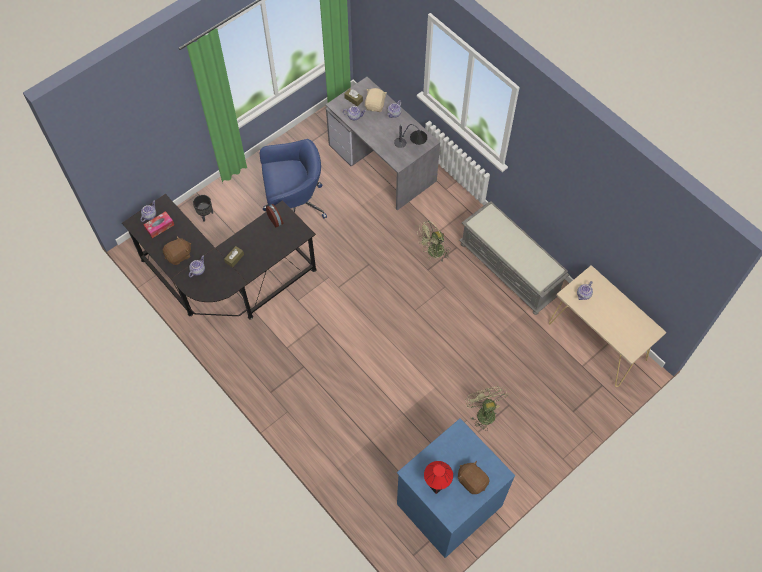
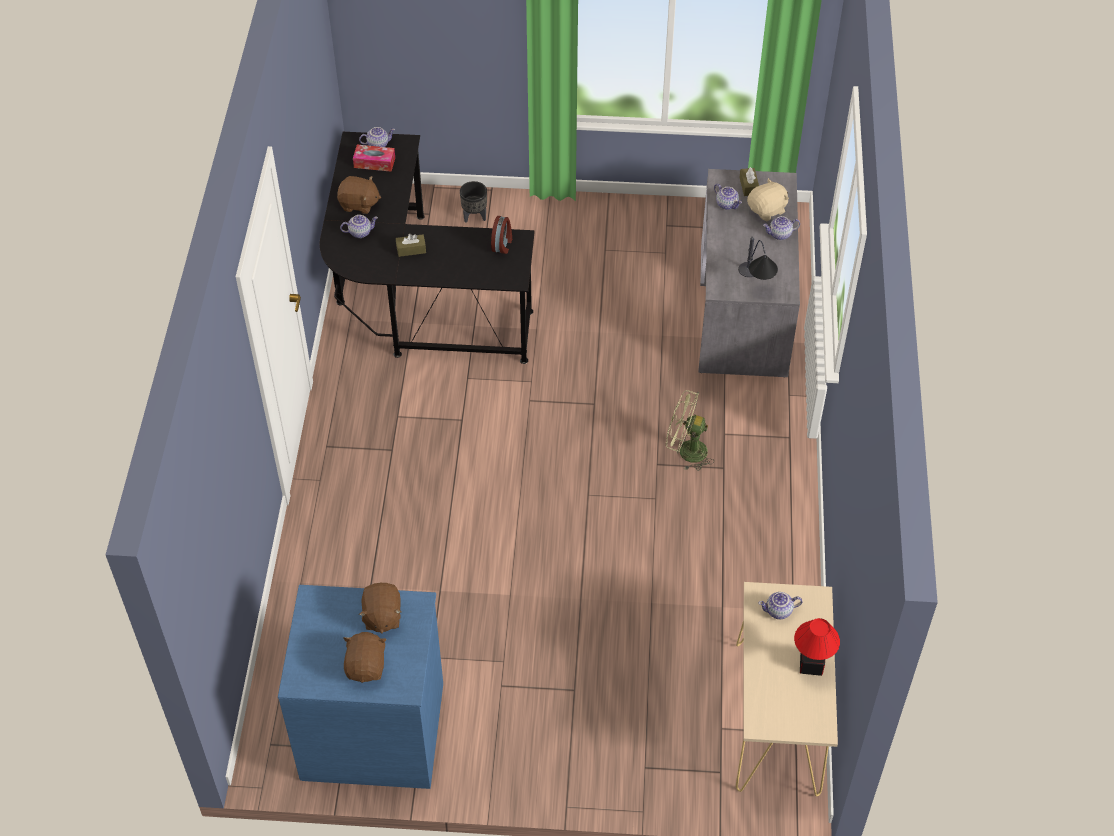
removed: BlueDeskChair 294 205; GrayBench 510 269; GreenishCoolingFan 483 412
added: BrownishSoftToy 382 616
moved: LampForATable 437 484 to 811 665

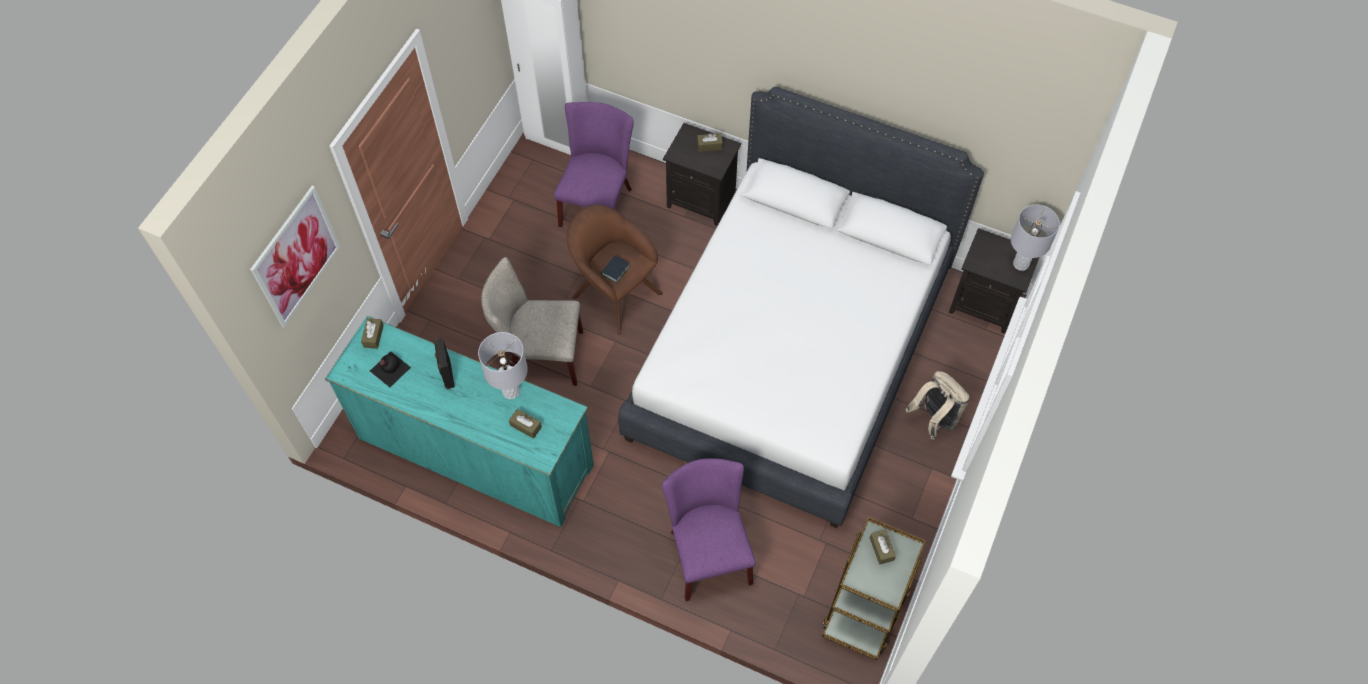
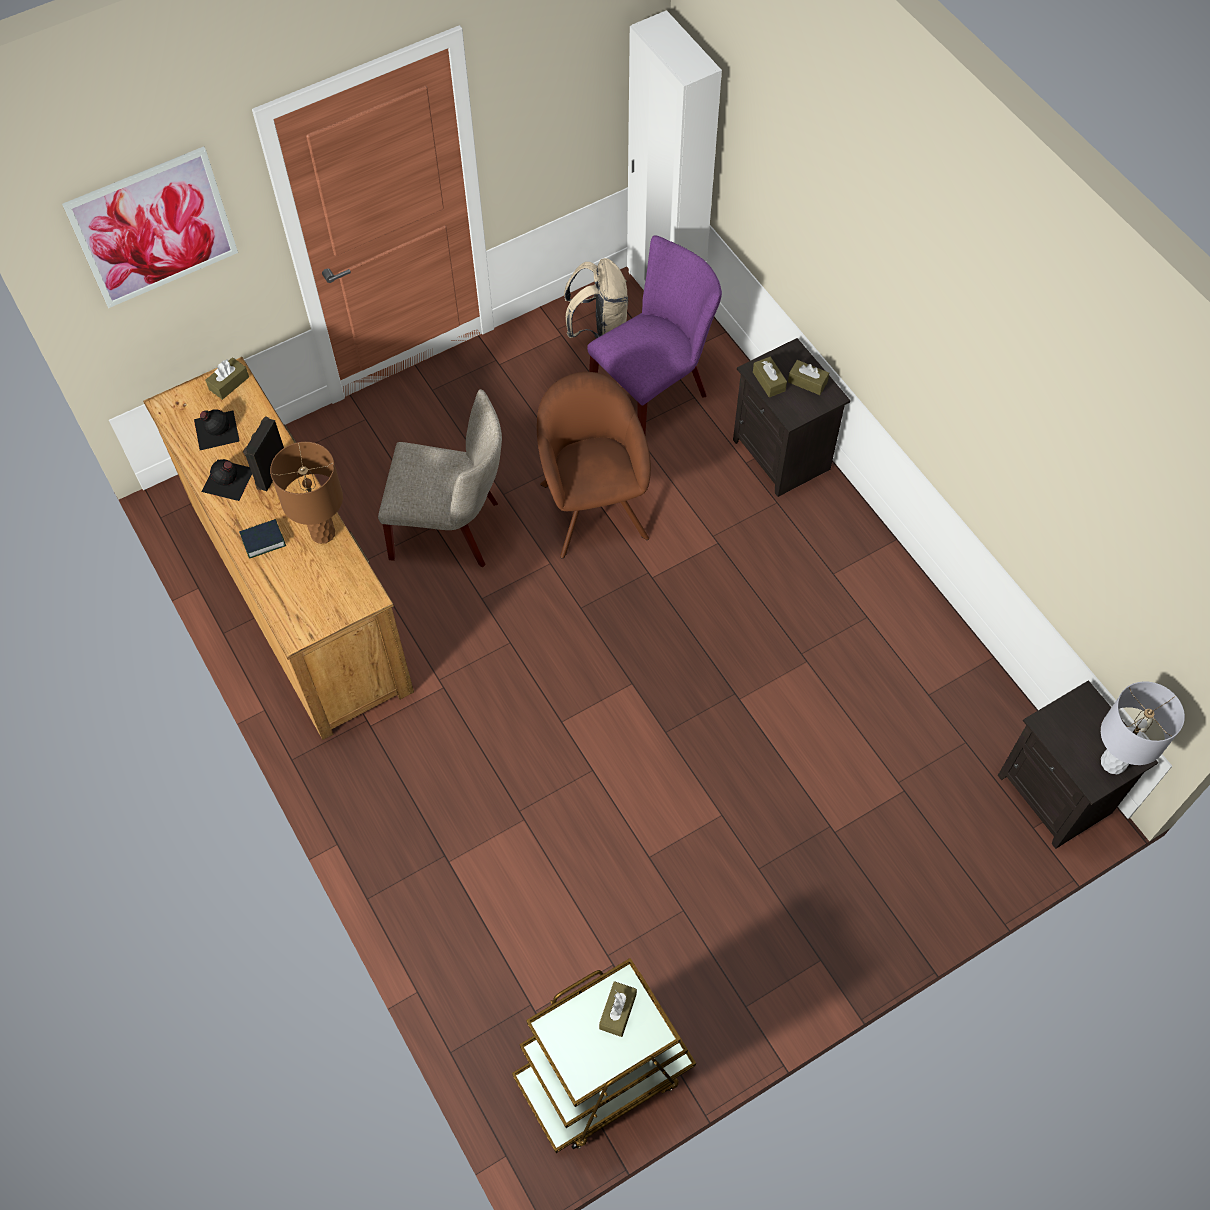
removed: WhitishBedroomBed 791 353; PurplishChair 707 551
added: BlackColouredBottle 228 480
moved: BrownishTissueHolder 526 426 to 769 381; BoundBook 615 270 to 263 541; BeigeColouredRucksack 934 419 to 599 331
recoloured: TurquoiseDresser 475 451 to BrownishDresser 299 595; GrayLampForATable 511 391 to BrownishLampForATable 323 533
turned: BeigeColouredChair 539 355 = 452 529 150 degrees clockwise

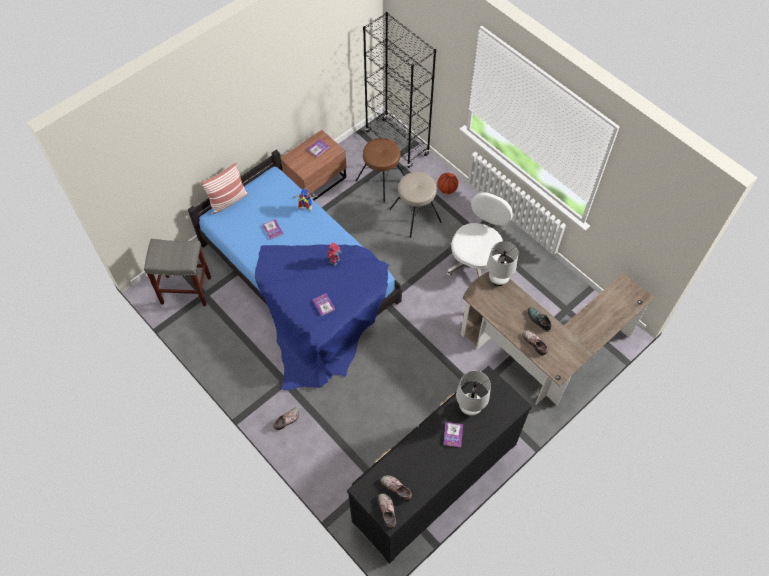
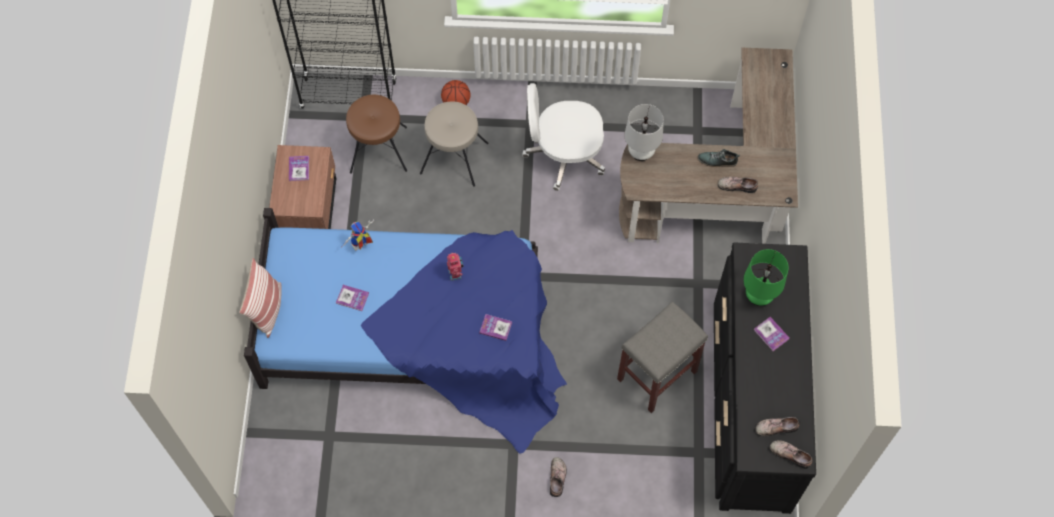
moved: GraySittingStool 185 290 to 656 376
recoloured: WhitishLampForATable 470 407 to GreenishLampForATable 758 296
turned: WhitishDeskChair 475 260 = 564 154 75 degrees counterclockwise

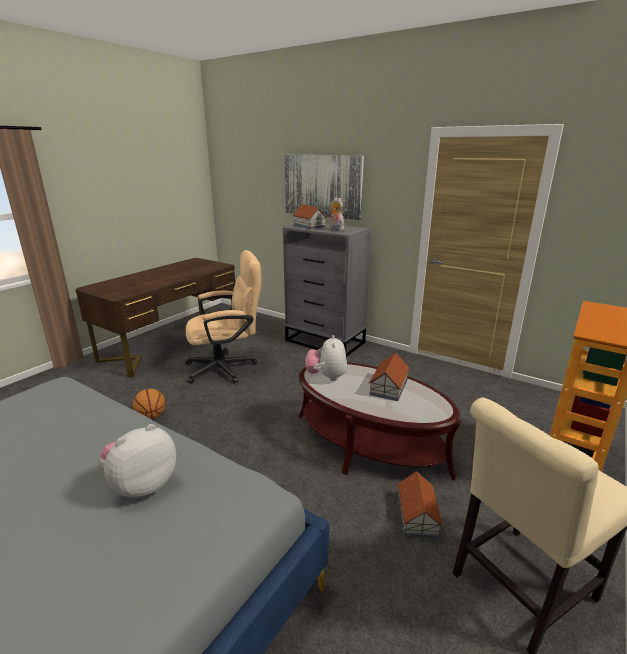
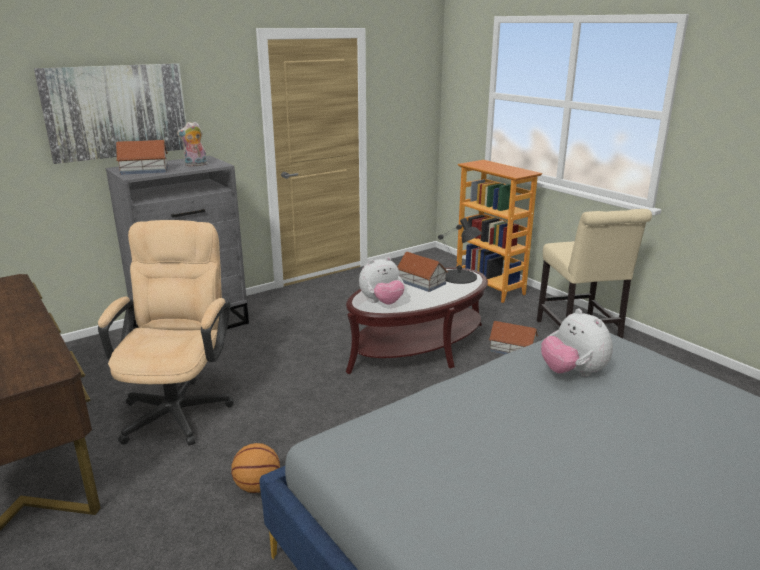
added: BlackColouredLampForATable 459 277
turned: SoftToy 326 377 = 382 302 45 degrees counterclockwise

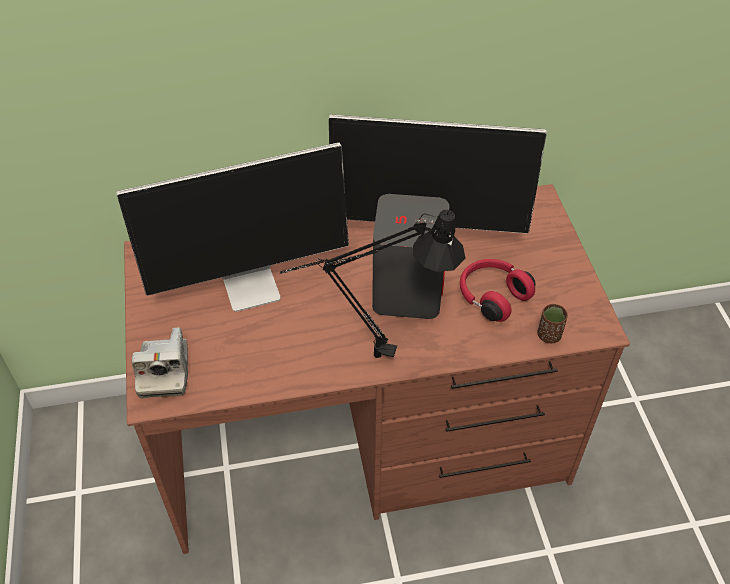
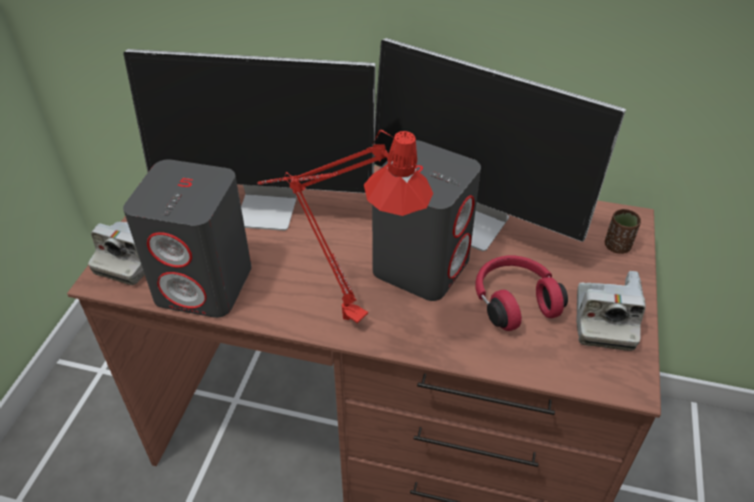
added: GrayAudioSpeaker 205 284; PhotoCamera 604 320
moved: BrownishDrinkingCup 549 335 to 617 246
recoloured: BlackColouredLampForATable 366 355 to RedLampForATable 337 313

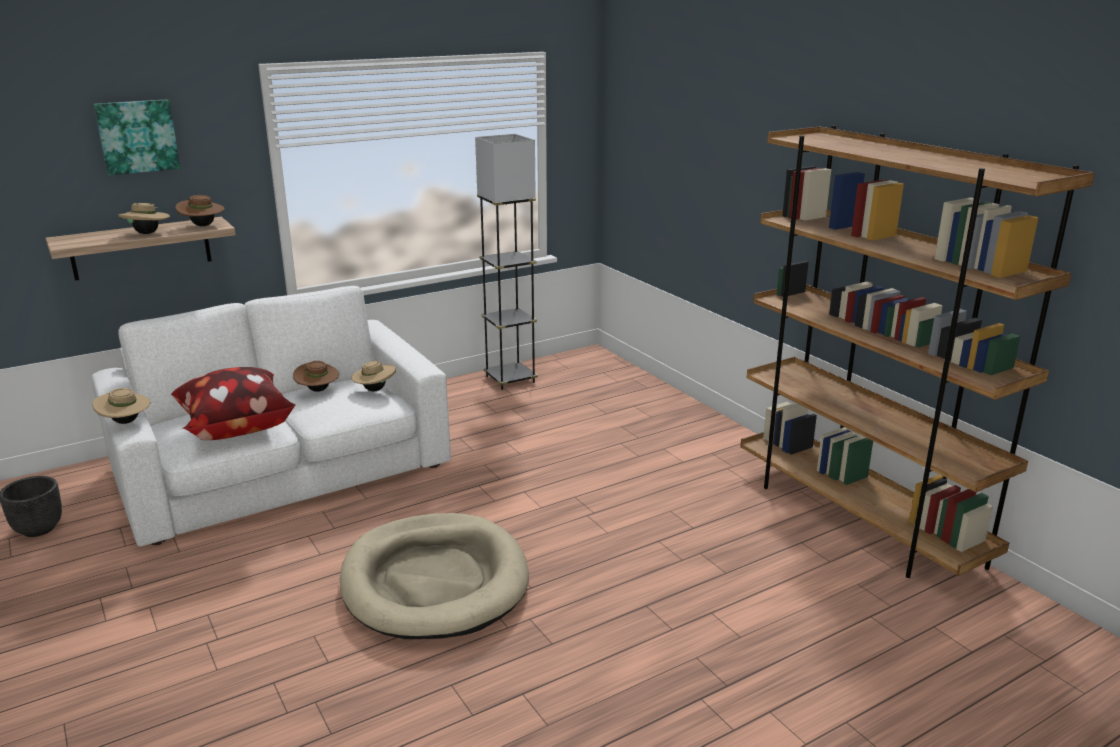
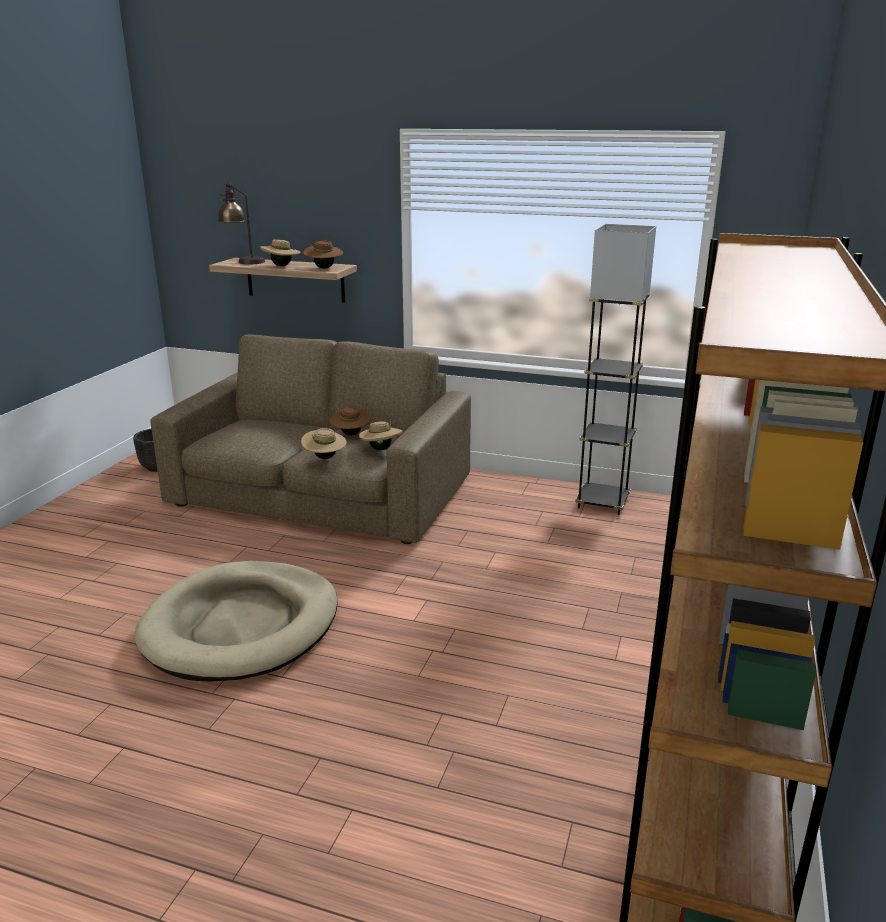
removed: Picture 137 136; Cushion 235 427
added: LampForATable 243 261
moved: BeigeColouredHat 125 422 to 324 458
recoloured: WhitishCouch 282 468 to BrownishCouch 321 493

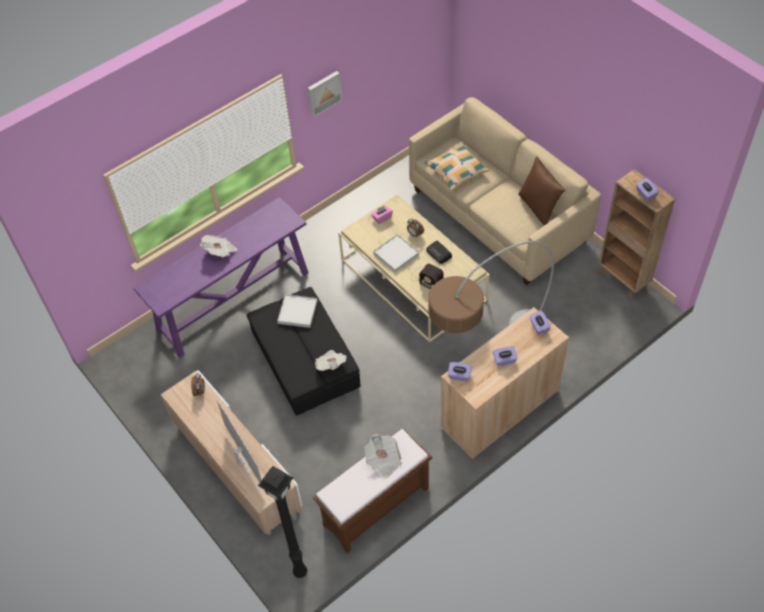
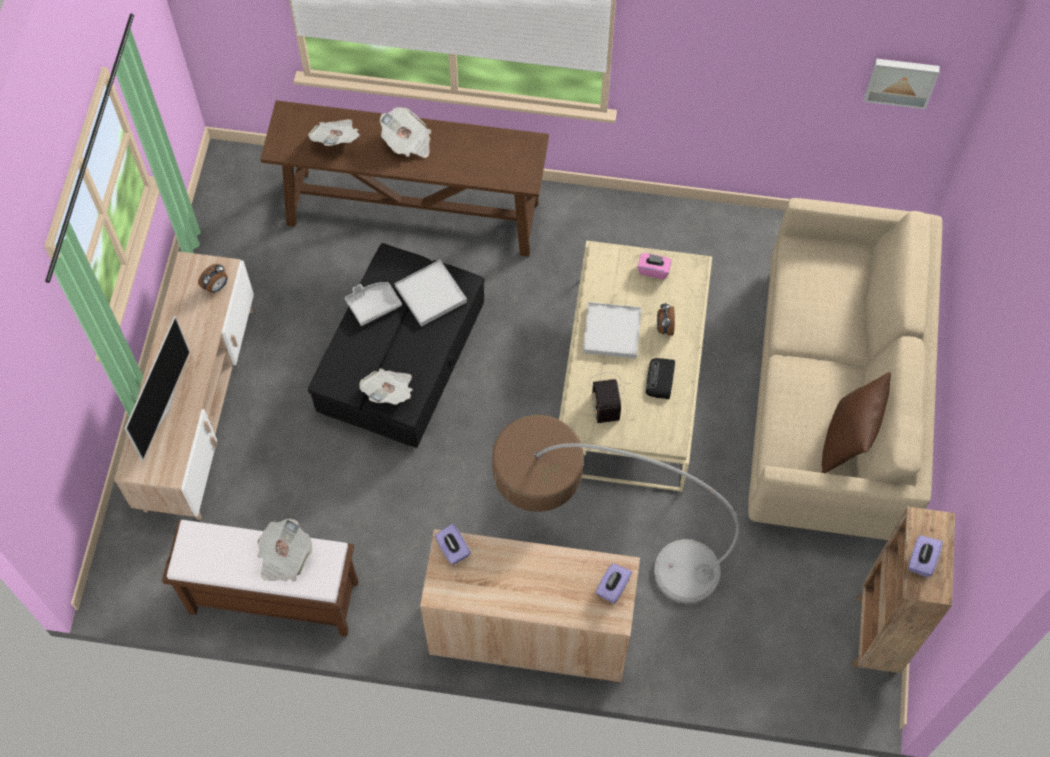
removed: BlackColouredStandardLamp 299 572; Cushion 456 171; PurplishTissueHolder 504 360
added: Newspaper 337 140; GrayCarryingTray 373 305
moved: Picture 323 93 to 901 81
recoloured: PurplishConsoleTable 234 301 to BrownishConsoleTable 414 213

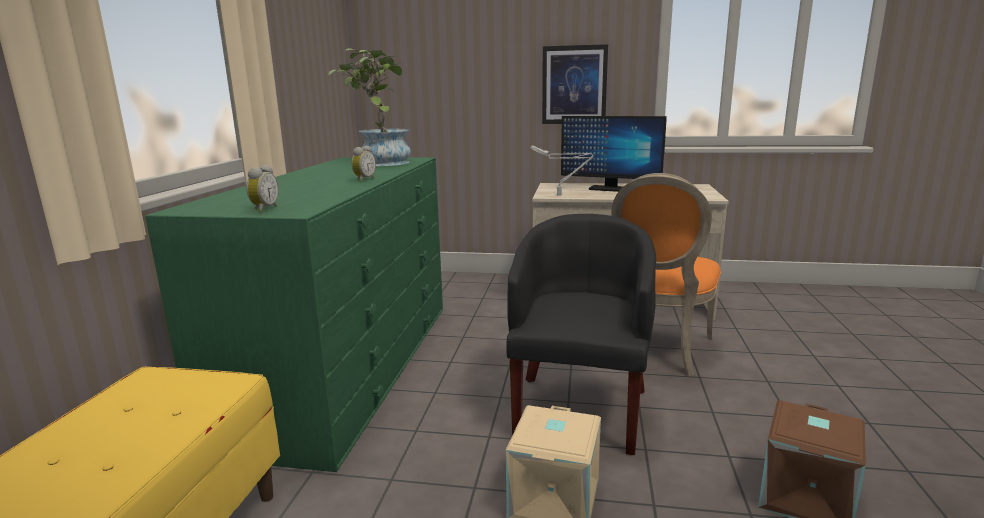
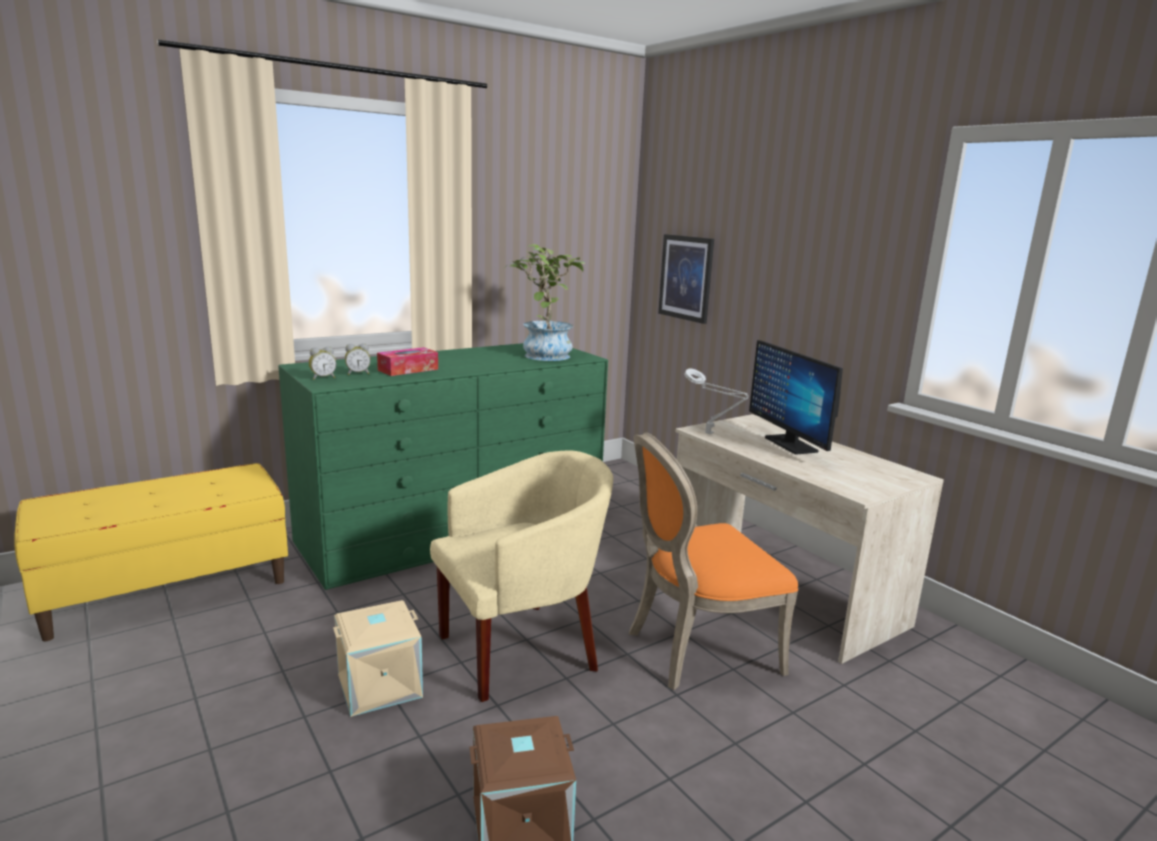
added: TissueHolder 408 370
moved: BedsideClock 363 179 to 358 374; Picture 574 85 to 686 278
recoloured: BlackColouredEasyChair 579 408 to BeigeColouredEasyChair 522 649

